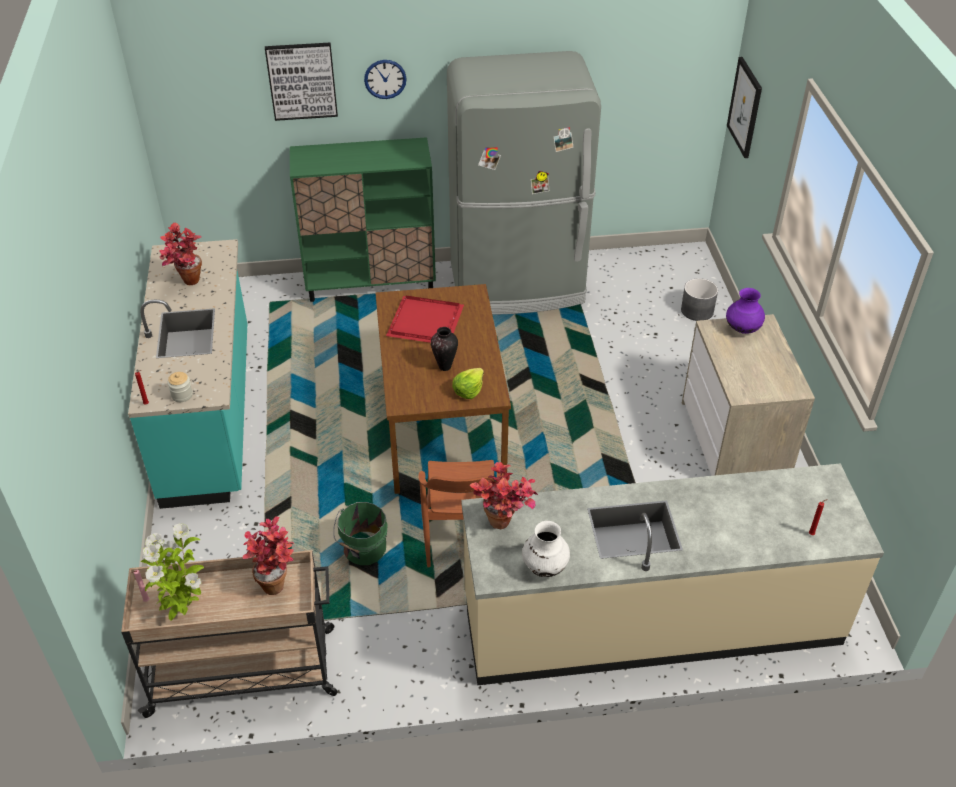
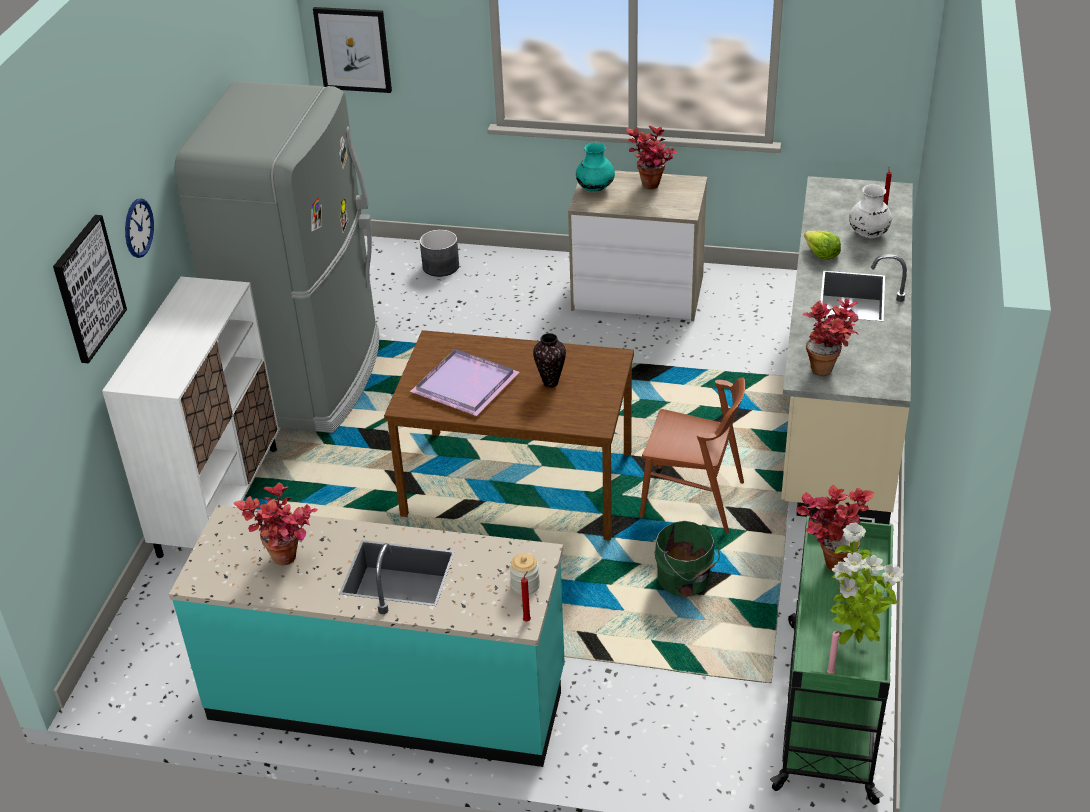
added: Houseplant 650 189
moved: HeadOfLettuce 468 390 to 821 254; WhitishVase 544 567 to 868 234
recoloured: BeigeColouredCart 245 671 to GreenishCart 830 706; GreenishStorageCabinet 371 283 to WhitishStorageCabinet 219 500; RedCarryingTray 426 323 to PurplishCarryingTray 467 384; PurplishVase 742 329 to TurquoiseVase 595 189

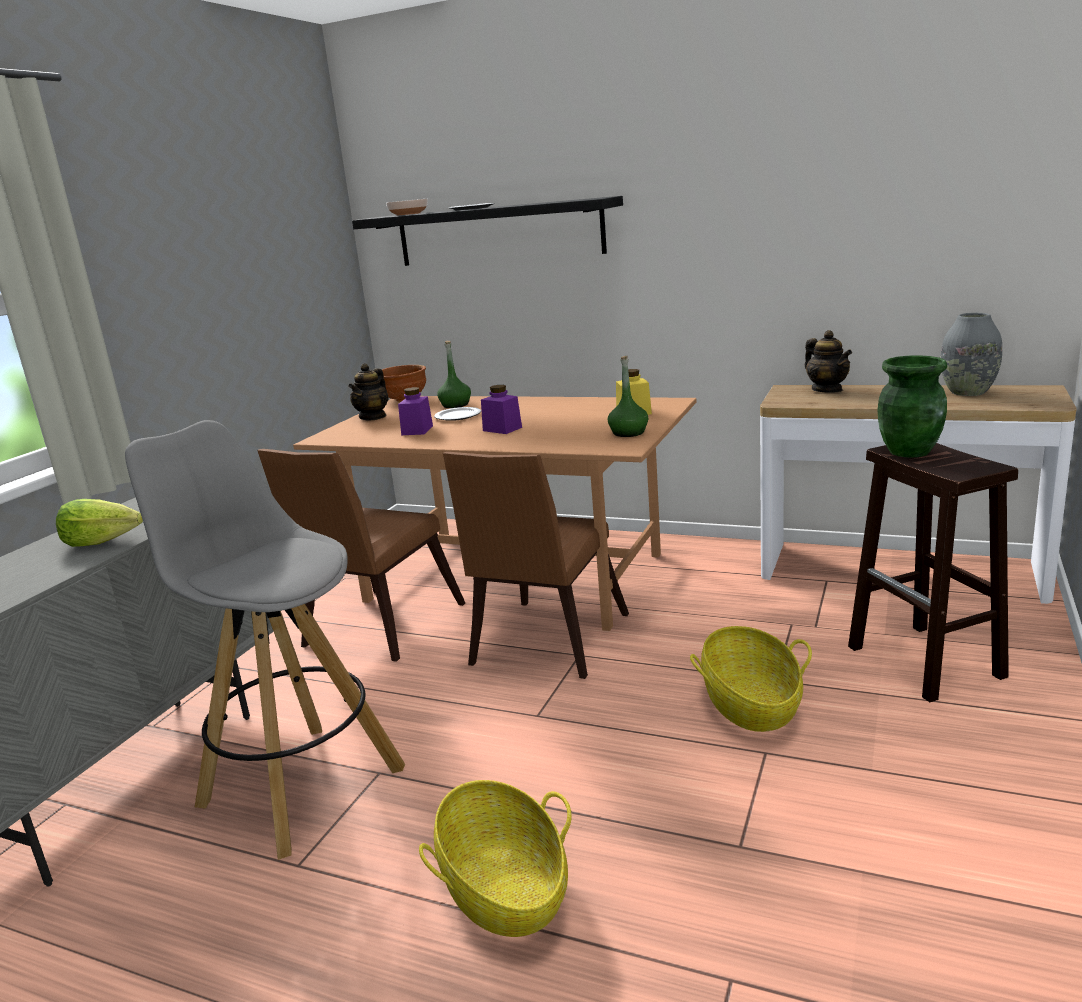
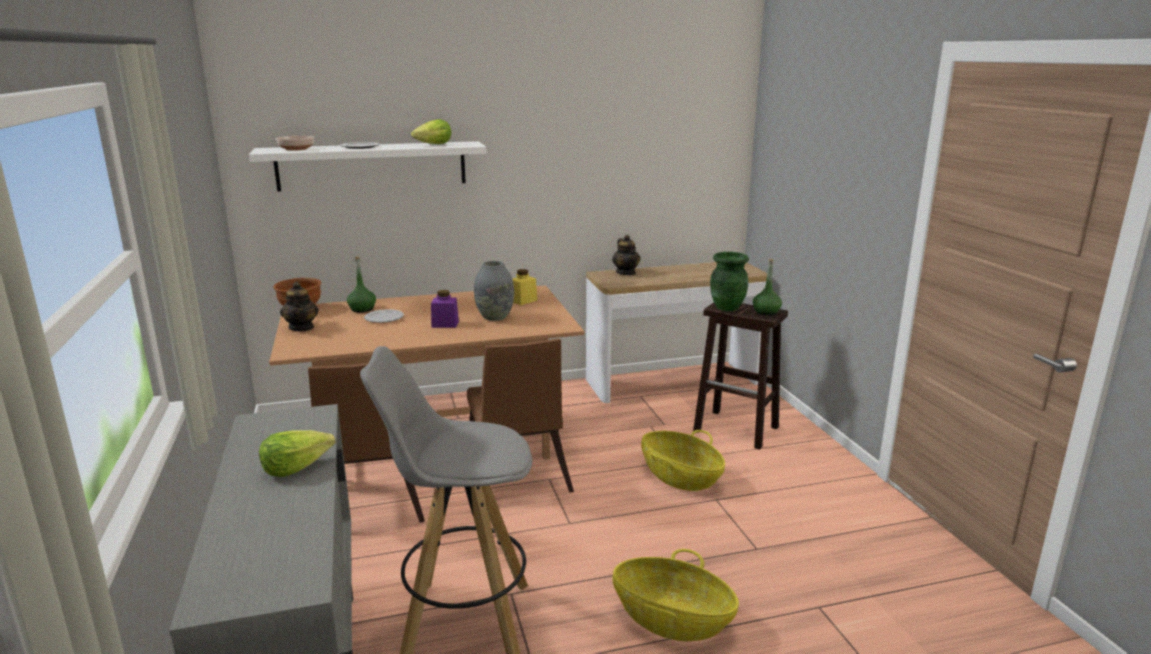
removed: PurplishJar 417 430
added: HeadOfLettuce 434 145
moved: GreenishBottle 628 433 to 766 312; GrayVase 967 392 to 494 317
recoloured: BlackColouredShelf 498 233 to WhitishShelf 372 165
turned: PotForTea 827 390 = 626 273 45 degrees clockwise

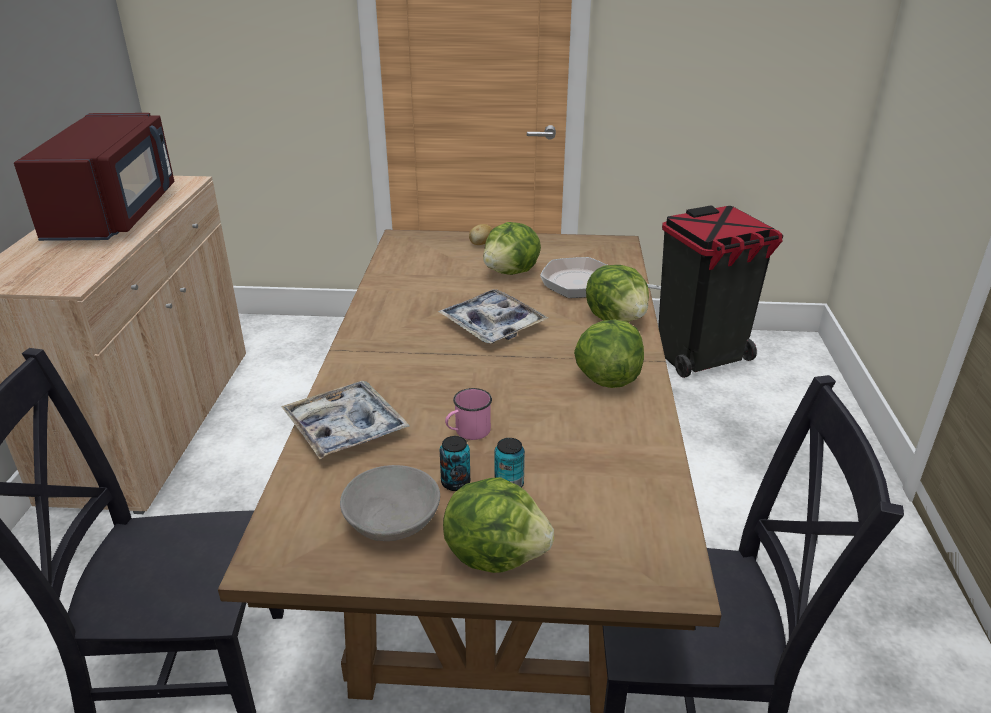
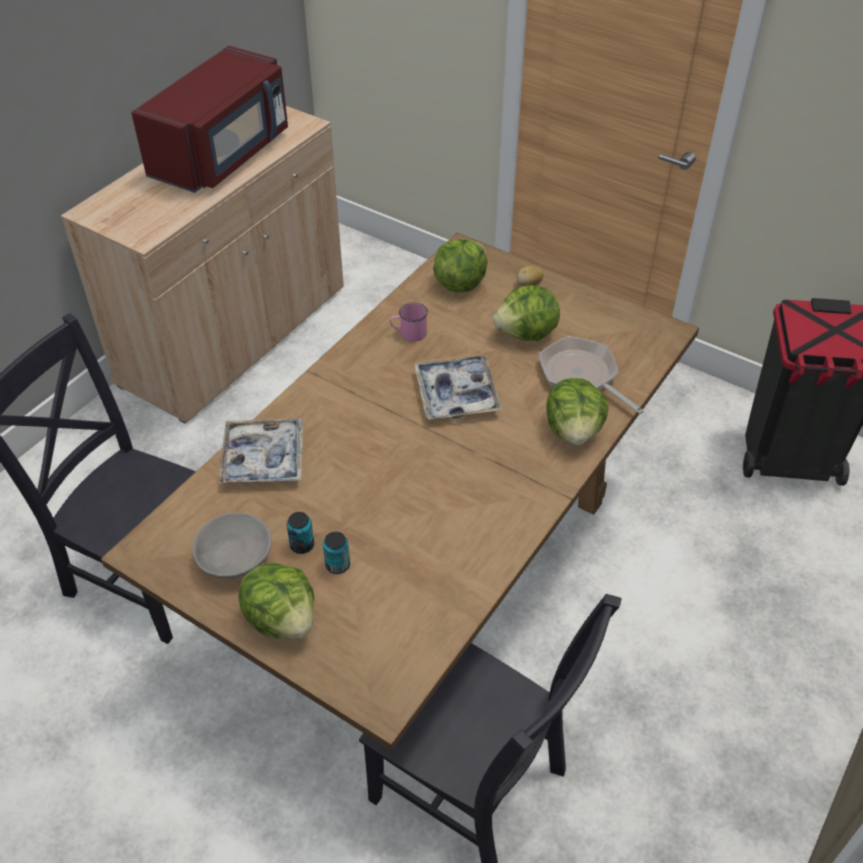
moved: PinkColouredMug 468 432 to 409 333; HeadOfLettuce 607 378 to 460 283

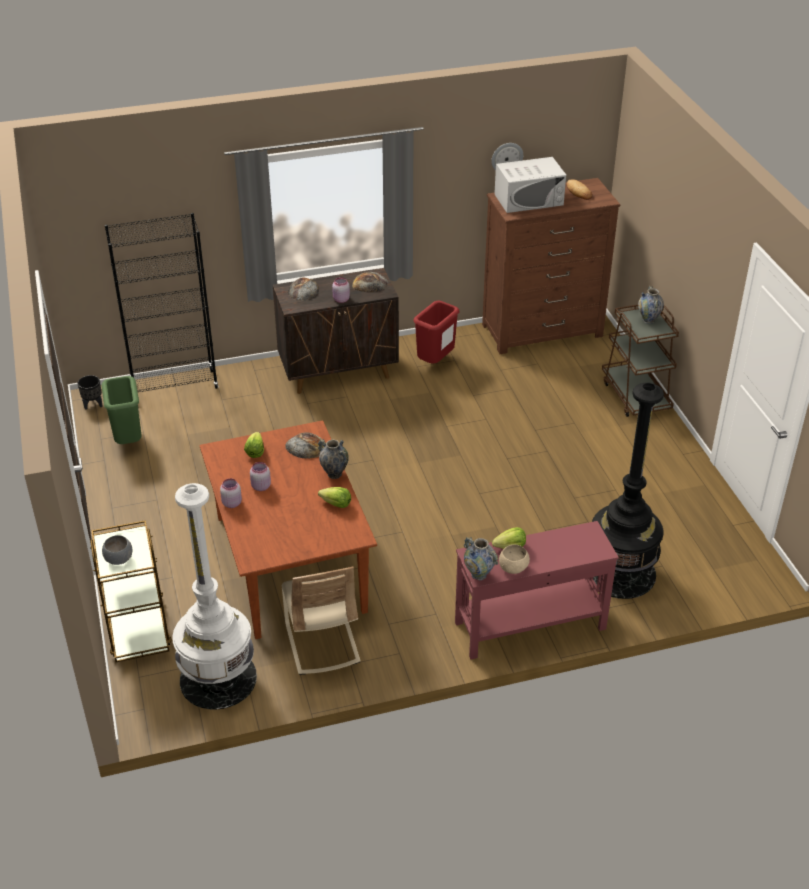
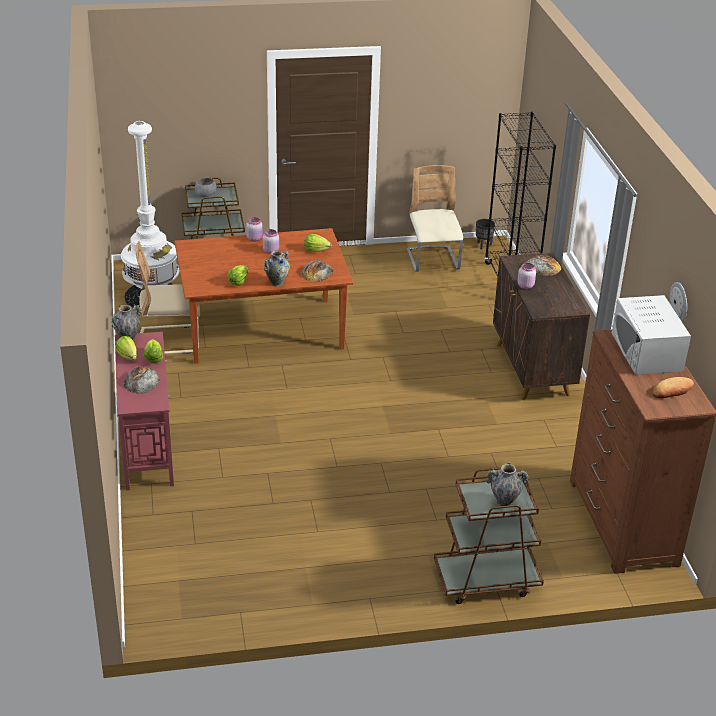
removed: RedWasteBin 435 362; BlackColouredStandardLamp 620 573
moved: BakedBread 369 284 to 141 381
replaced: GreenishWasteBin 128 441 to BeigeColouredChair 433 261; BeigeColouredDeepDish 512 567 to HeadOfLettuce 128 356

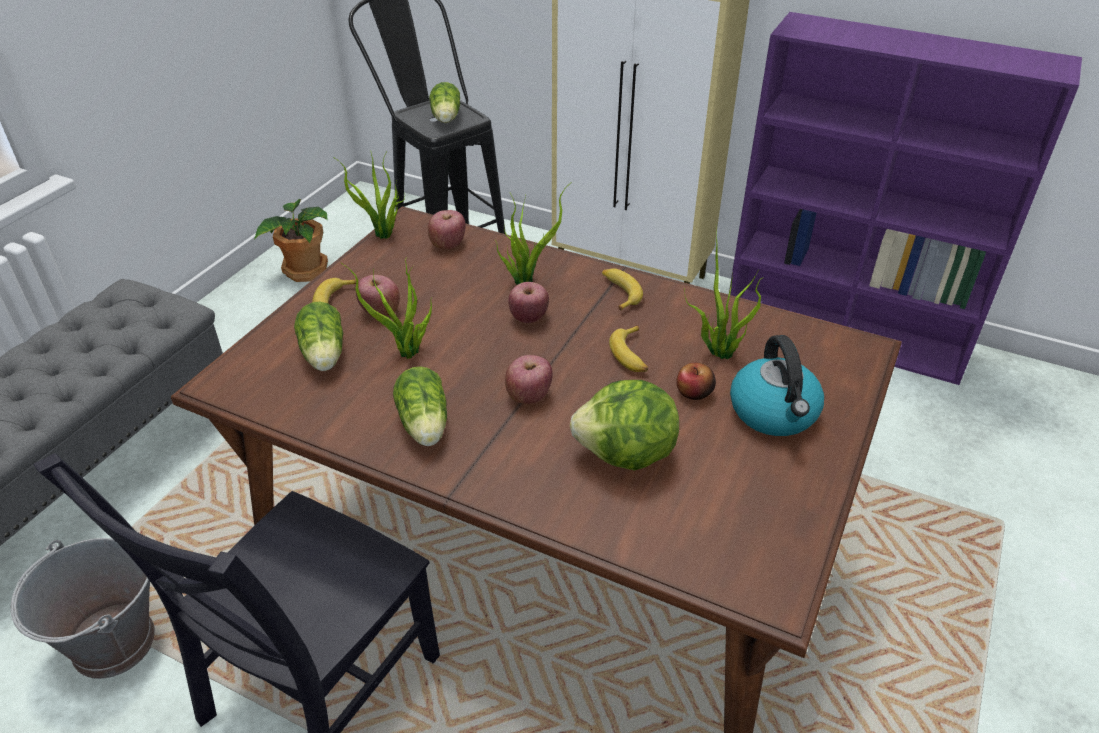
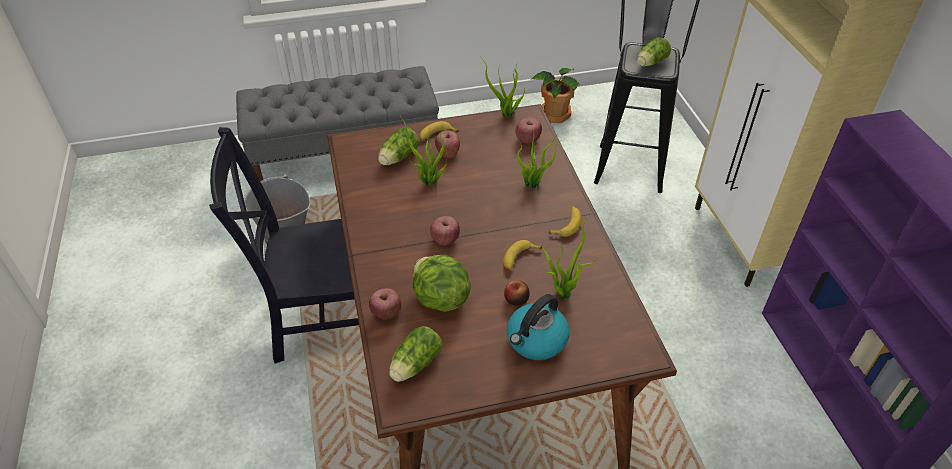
moved: HeadOfLettuce 424 426 to 414 365; WholeApple 529 318 to 386 313

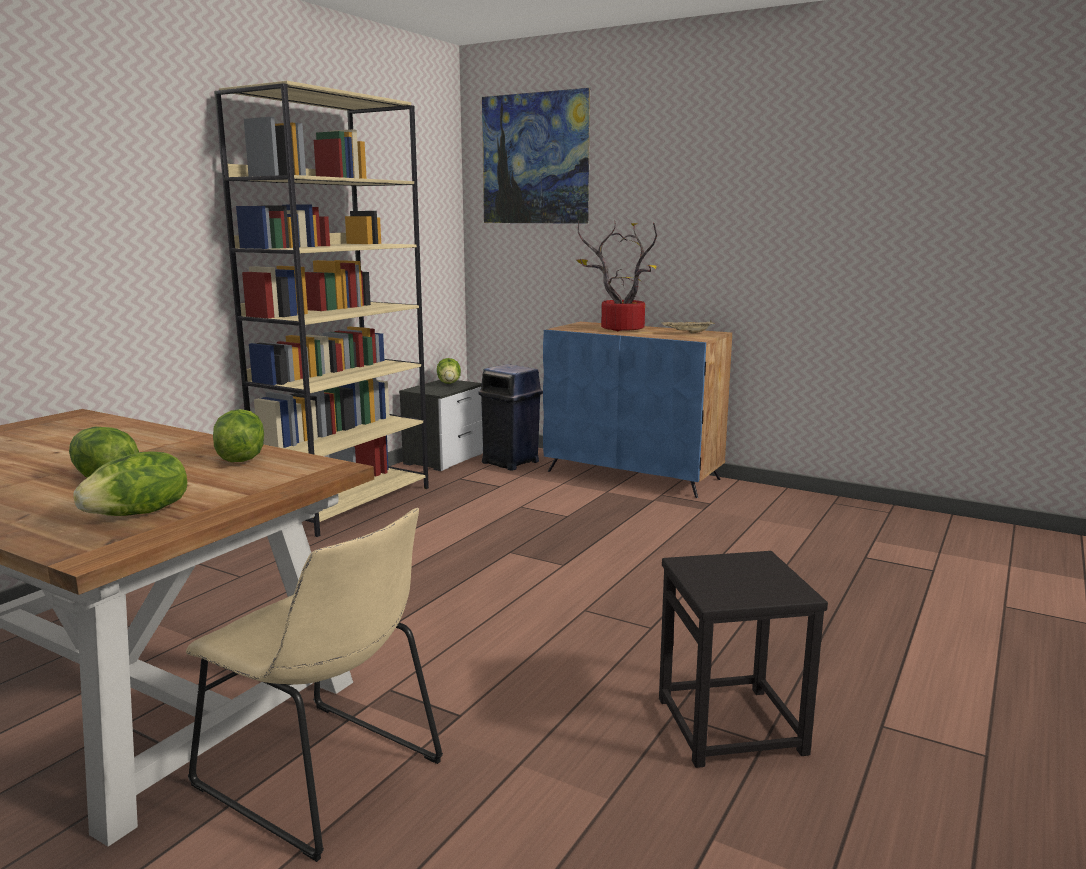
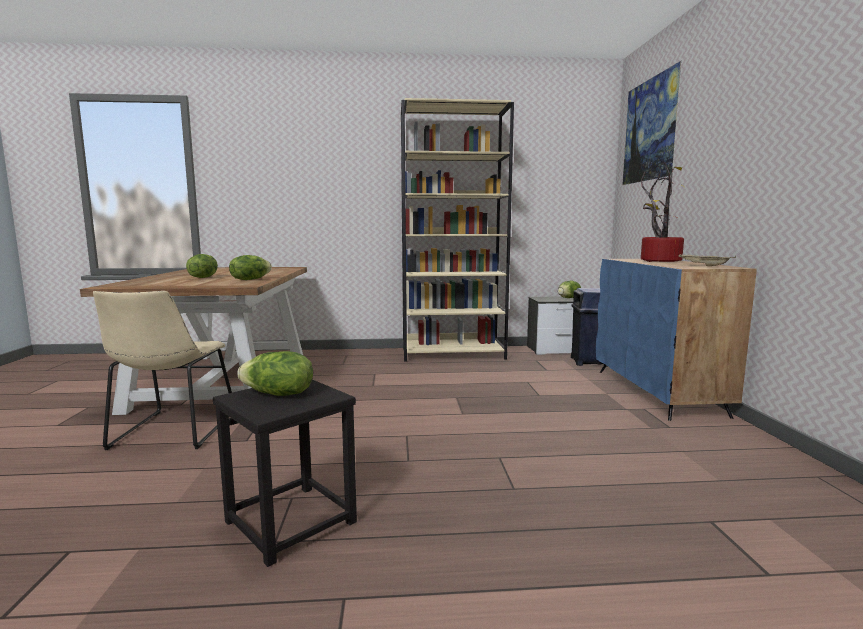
moved: HeadOfLettuce 140 513 to 278 394

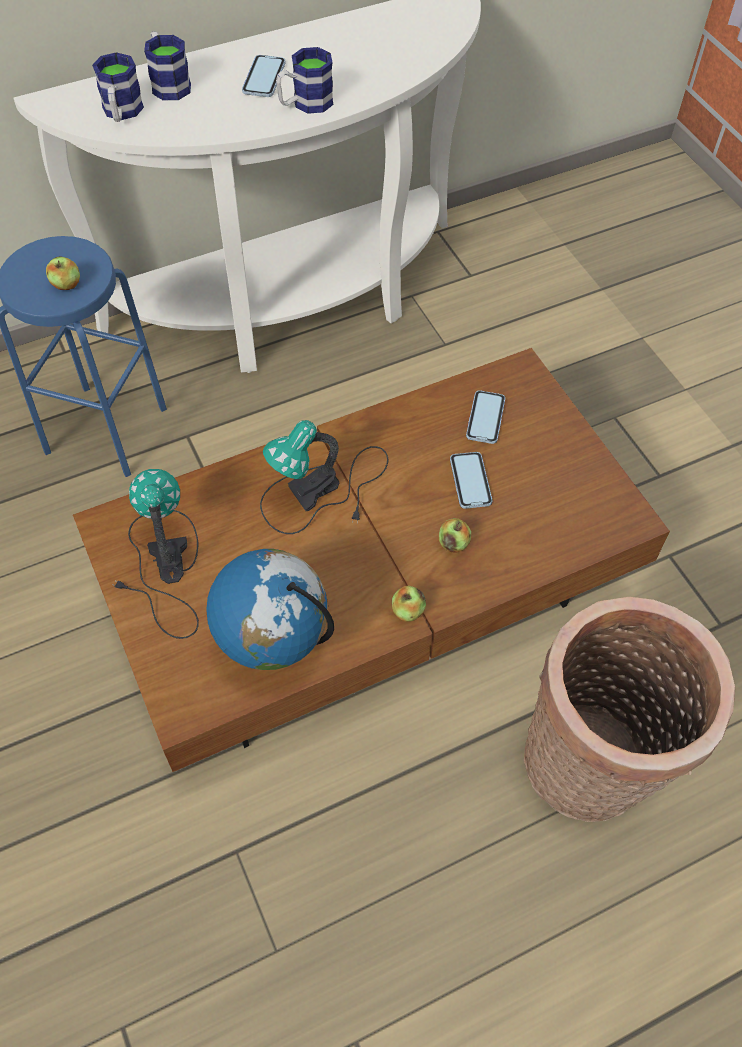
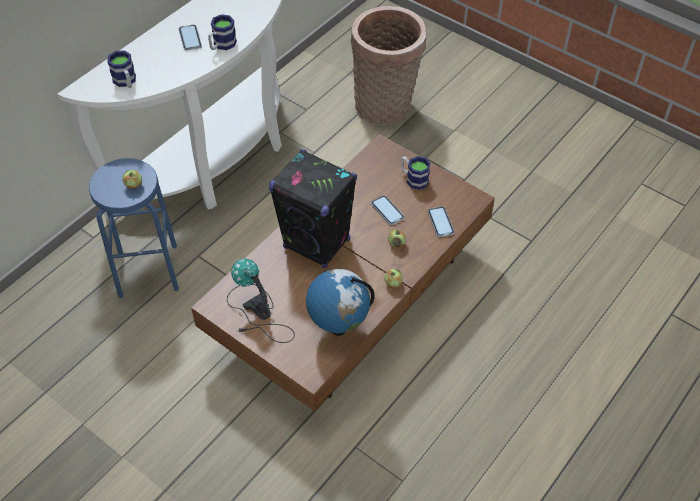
moved: Mug 168 83 to 413 179; Phone 485 418 to 440 222; Basket 590 769 to 386 108
replaced: LampForATable 324 491 to BlackColouredAudioSpeaker 317 244

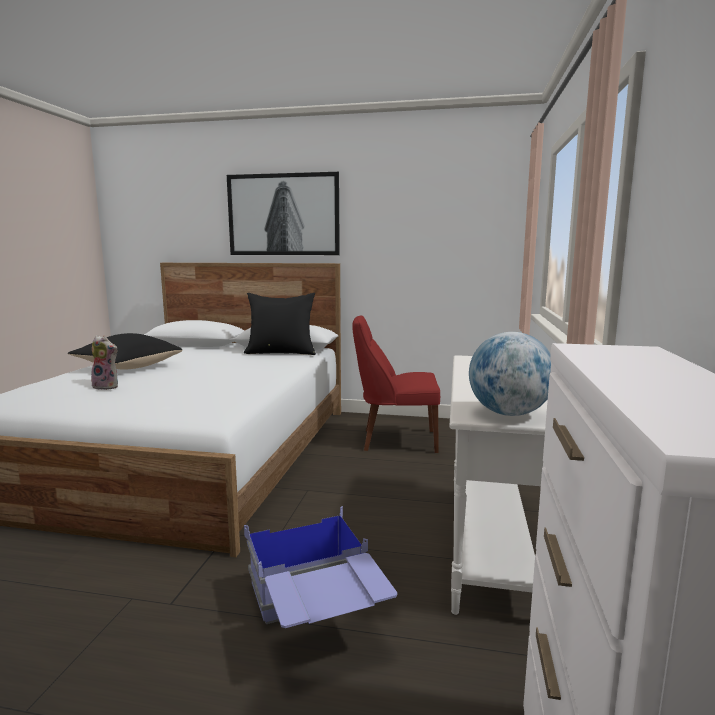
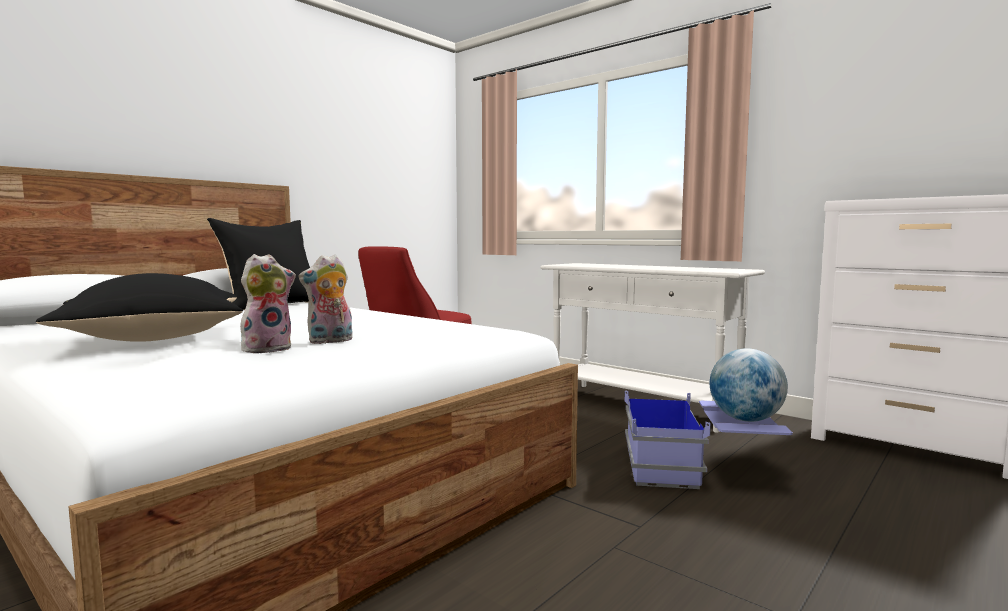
removed: Picture 283 215
added: SoftToy 330 341
moved: Globe 508 414 to 745 420

